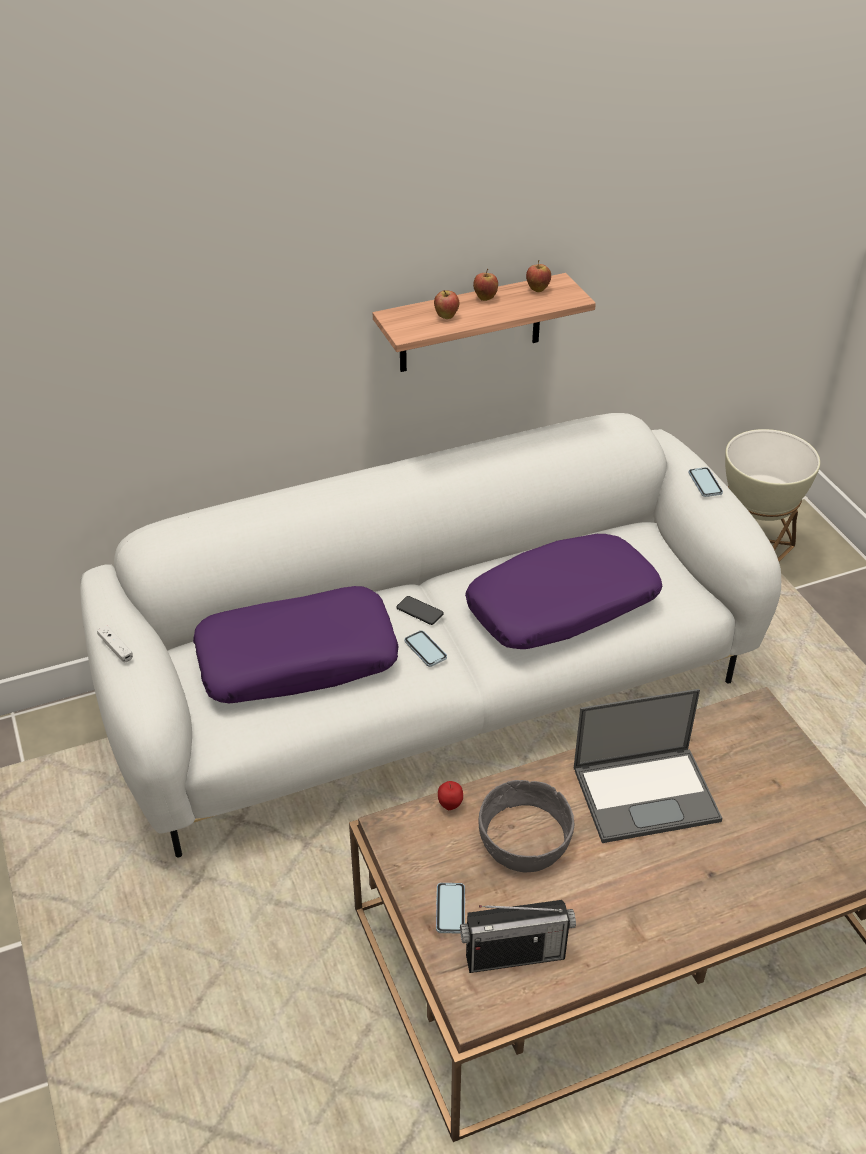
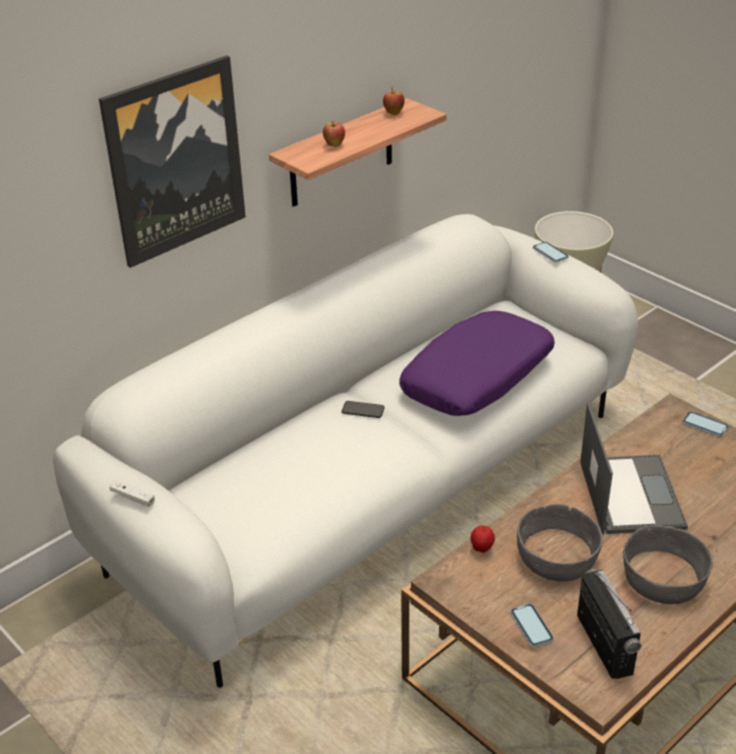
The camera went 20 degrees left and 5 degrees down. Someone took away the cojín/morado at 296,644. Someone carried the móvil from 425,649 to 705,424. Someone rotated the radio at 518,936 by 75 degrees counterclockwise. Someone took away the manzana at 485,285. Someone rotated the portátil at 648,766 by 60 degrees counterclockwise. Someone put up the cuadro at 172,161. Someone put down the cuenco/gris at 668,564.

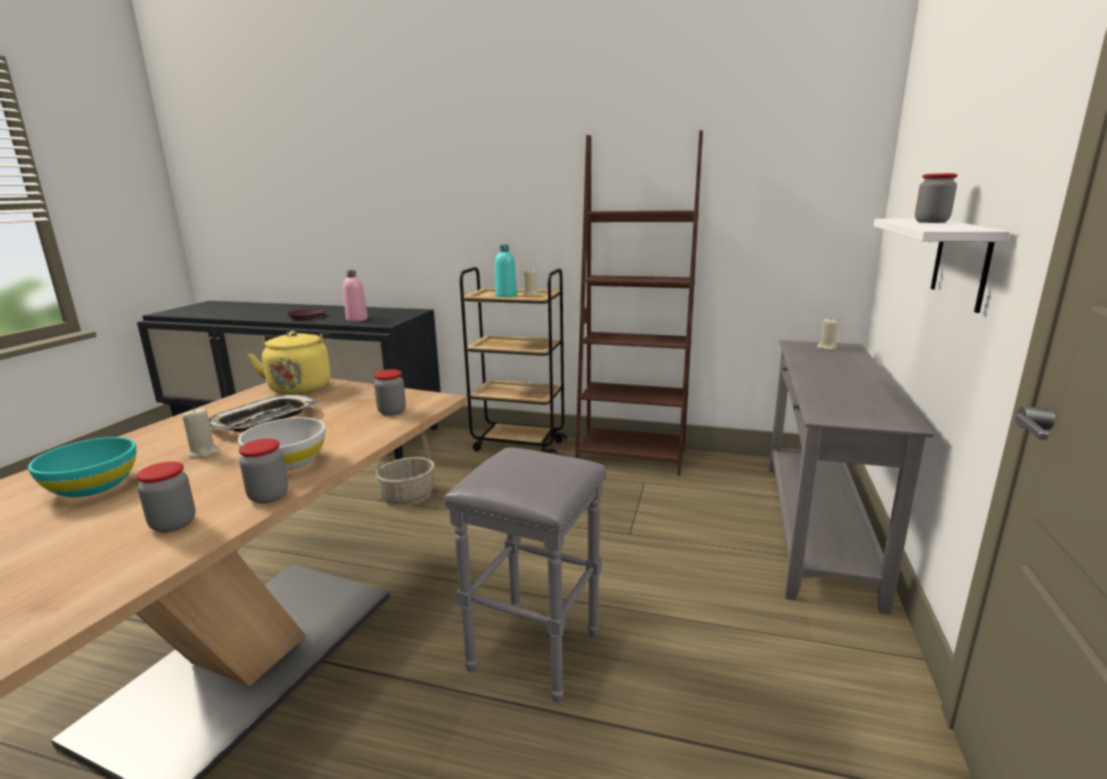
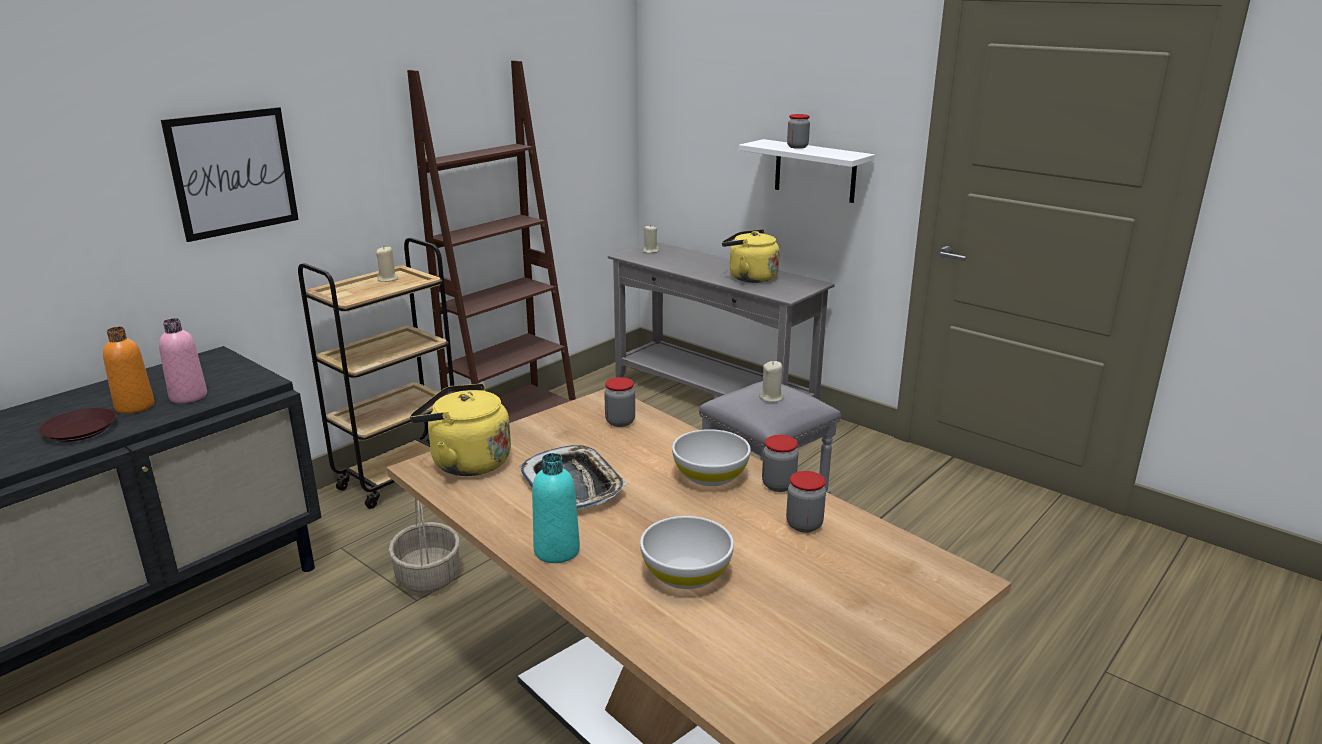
The camera went 65 degrees left and 5 degrees up. Someone repainted the cuenco/turquesa at 82,467, which became the cuenco/blanco at 687,552. Someone carried the vela/beis from 200,432 to 771,381. Someone carried the botella/turquesa from 506,271 to 556,508. Someone put down the botella/naranja at 128,370. Someone put up the cuadro at 230,174. Someone put down the hervidor/amarillo at 751,256.

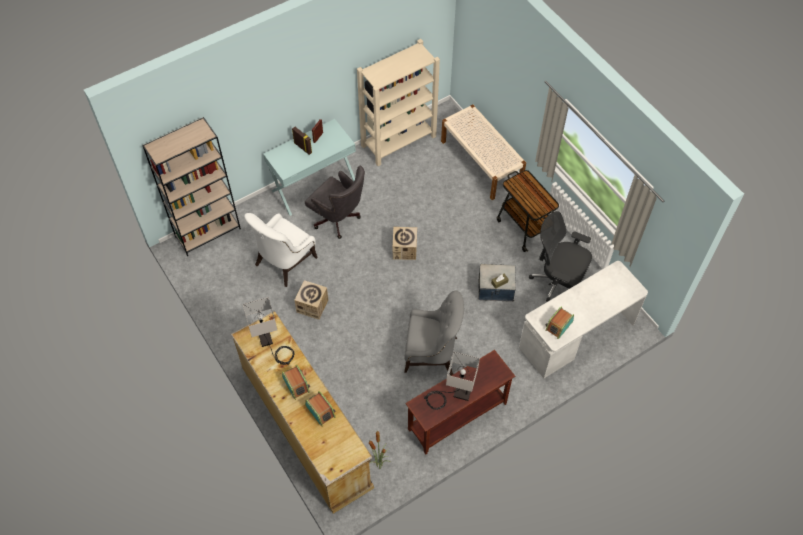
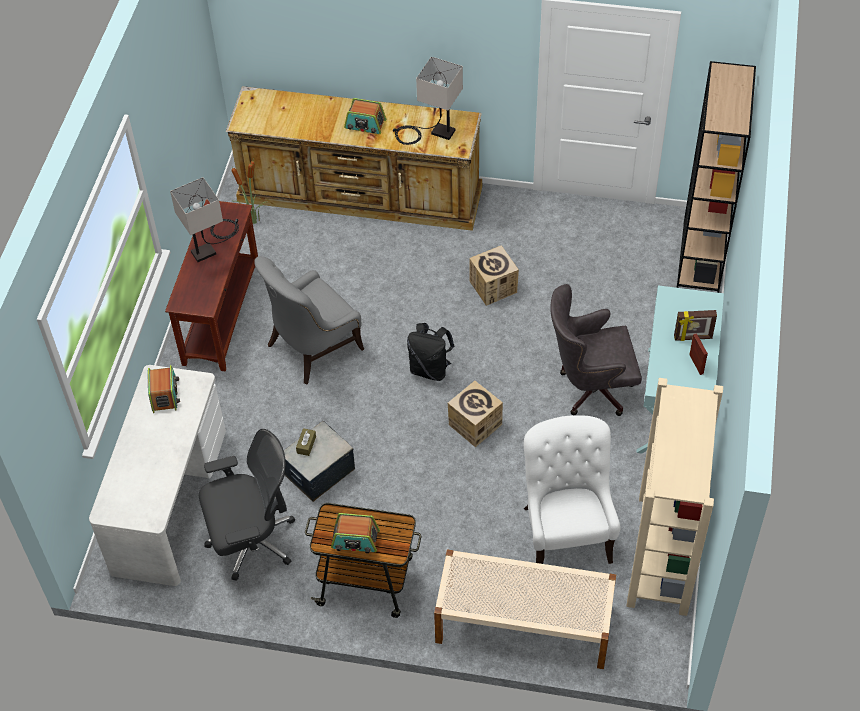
The camera went 135 degrees right and 5 degrees down. Someone carried the silla/blanco from 281,250 to 572,489. Someone carried the radio from 320,409 to 355,533. Someone put down the mochila/negro at 430,352.

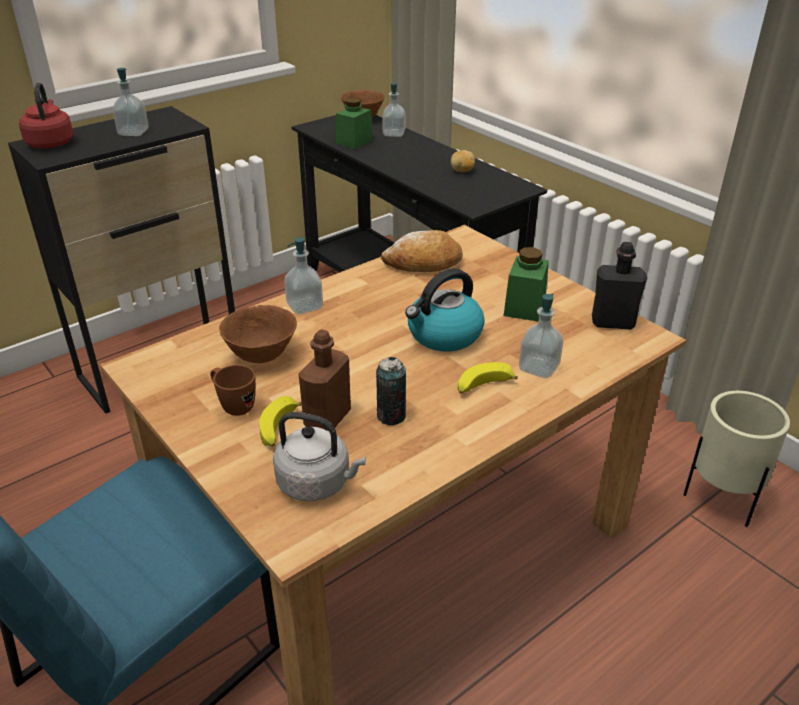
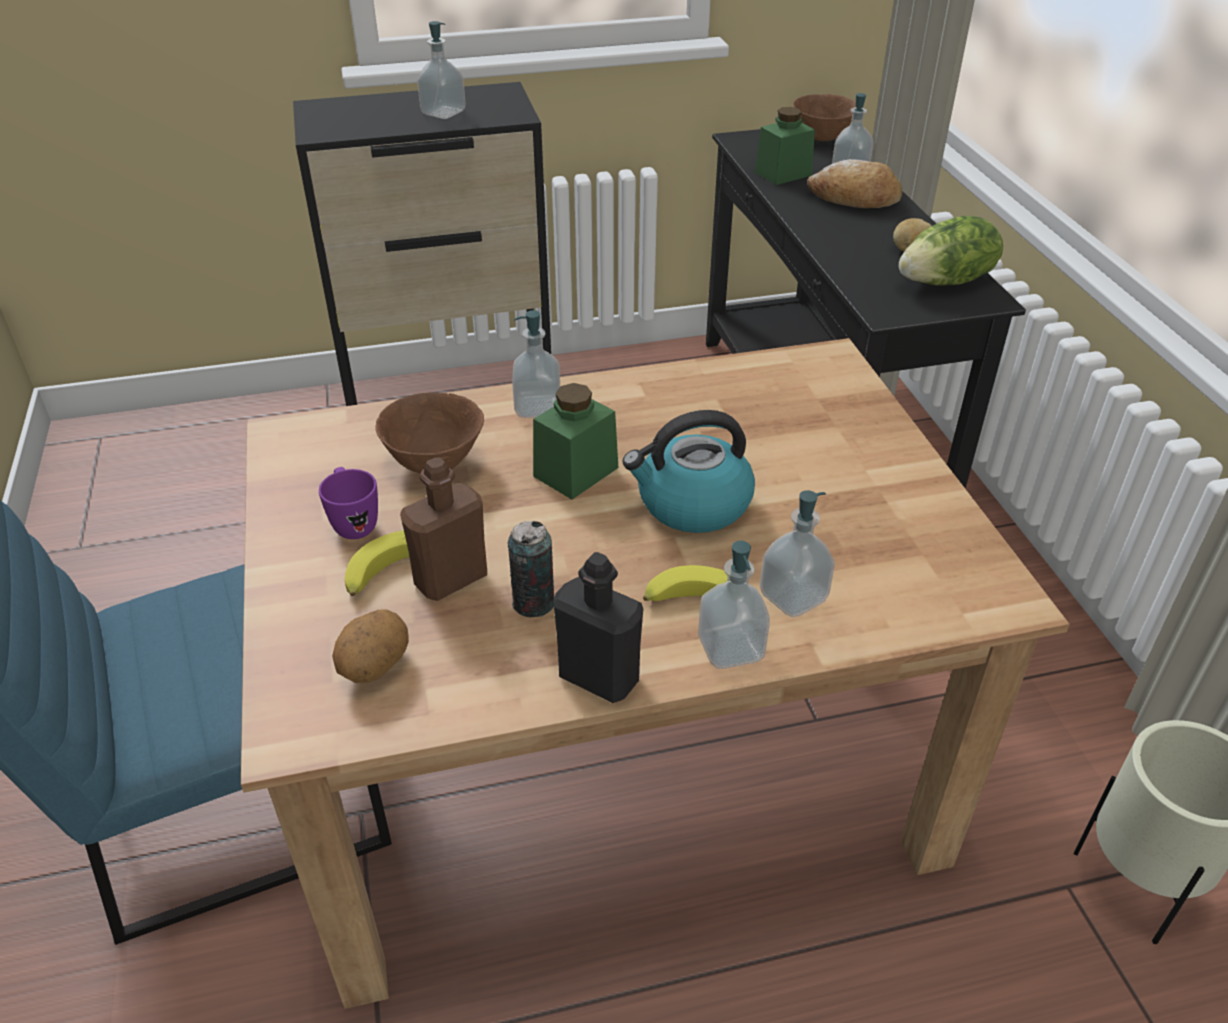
The camera went 25 degrees right and 5 degrees up. Someone took away the hervidor/rojo at 46,115. Someone repainted the taza grande/marrón at 233,390, which became the taza grande/morado at 348,503. Someone swapped the hervidor/gris at 319,456 for the patata at 370,646. Someone carried the pan from 422,251 to 854,183. Someone carried the tarro/verde from 526,284 to 575,441. Someone carried the botella/negro from 619,286 to 598,627. Someone put down the dispensador de jabón at 734,605. Someone put down the lechuga at 951,251.

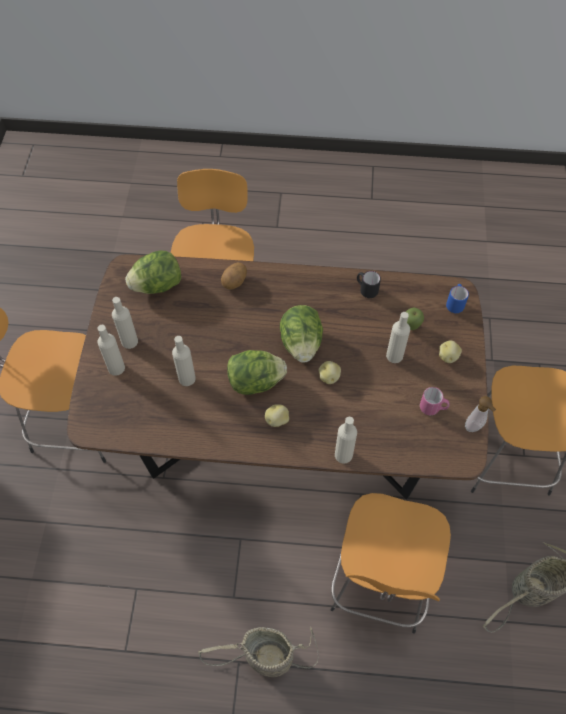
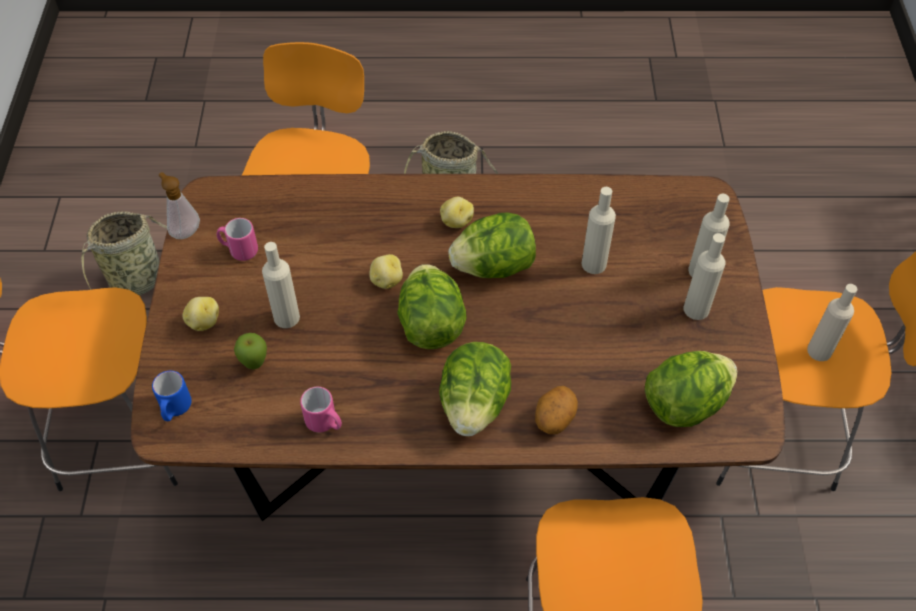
The camera went 175 degrees right and 5 degrees down. Someone carried the botella/beis from 346,440 to 832,322. Someone repainted the taza grande/negro at 369,284, which became the taza grande/rosa at 321,410. Someone put down the lechuga at 475,389.

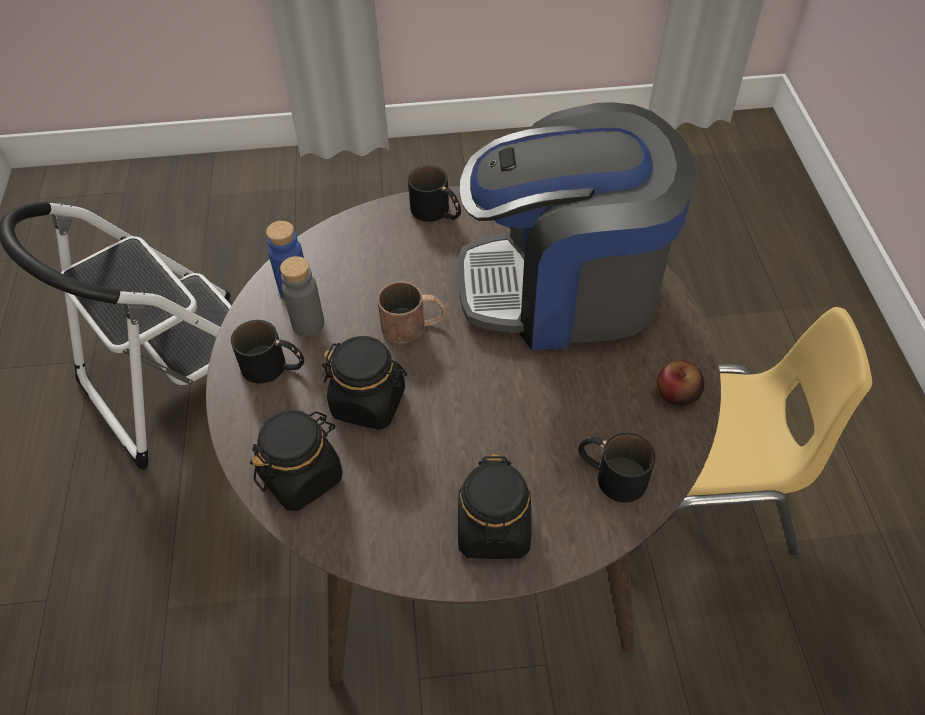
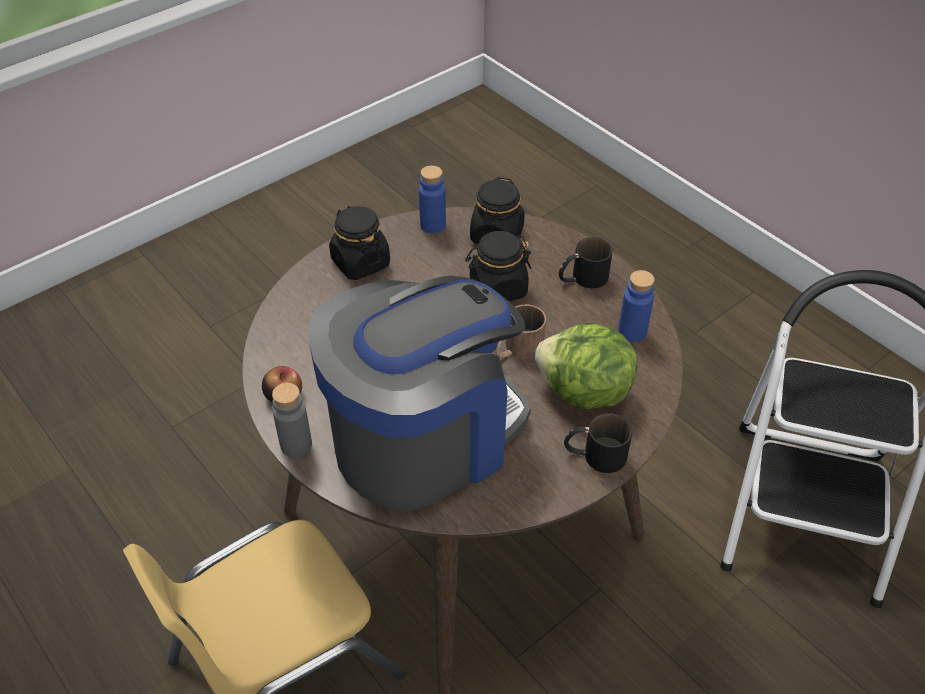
The camera went 145 degrees right and 5 degrees down. Someone carried the botella/gris from 302,296 to 292,420. Someone took away the taza grande/negro at 617,468. Someone put down the botella/azul at 432,199. Someone put down the lechuga at 586,366.

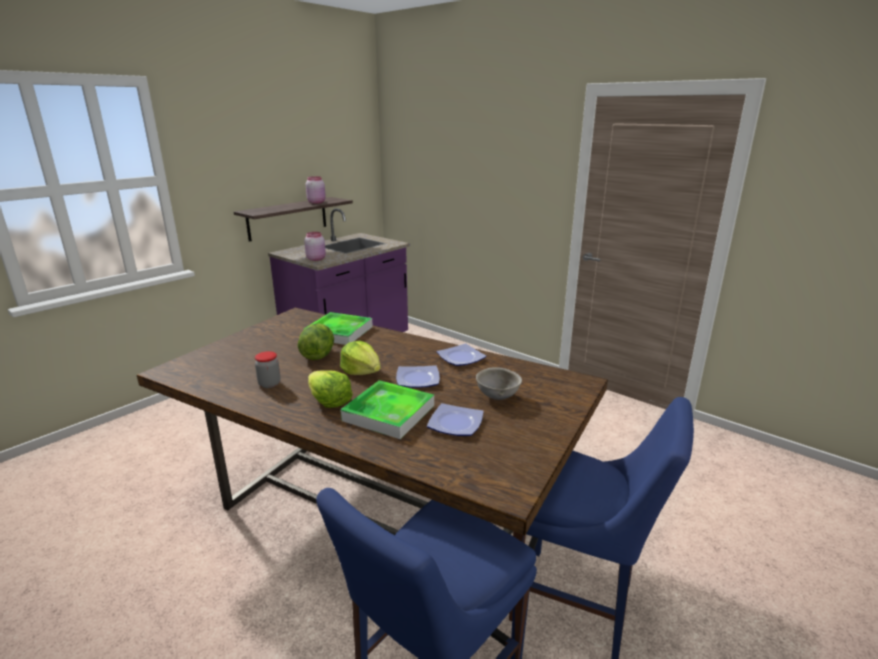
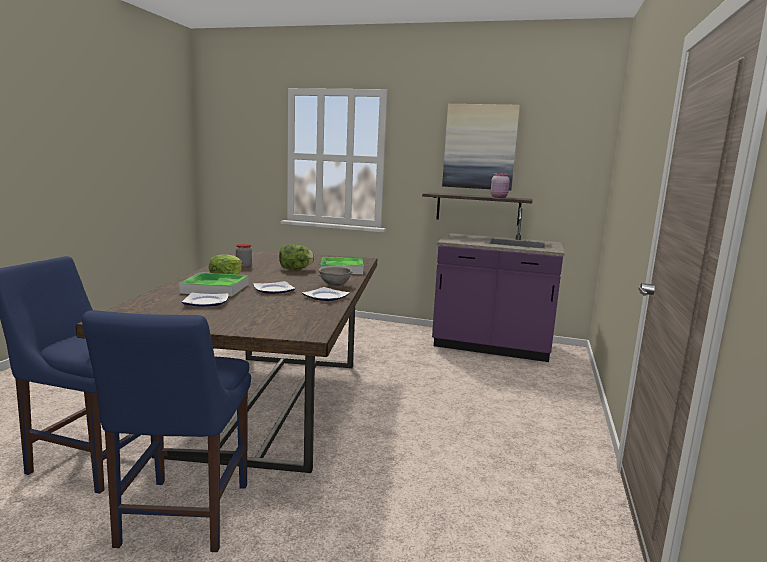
The camera went 65 degrees right and 10 degrees down. Someone took away the tarro/rosa at 315,246. Someone took away the lechuga at 360,357. Someone carried the cuenco/gris from 499,383 to 335,276. Someone put up the cuadro at 481,147.

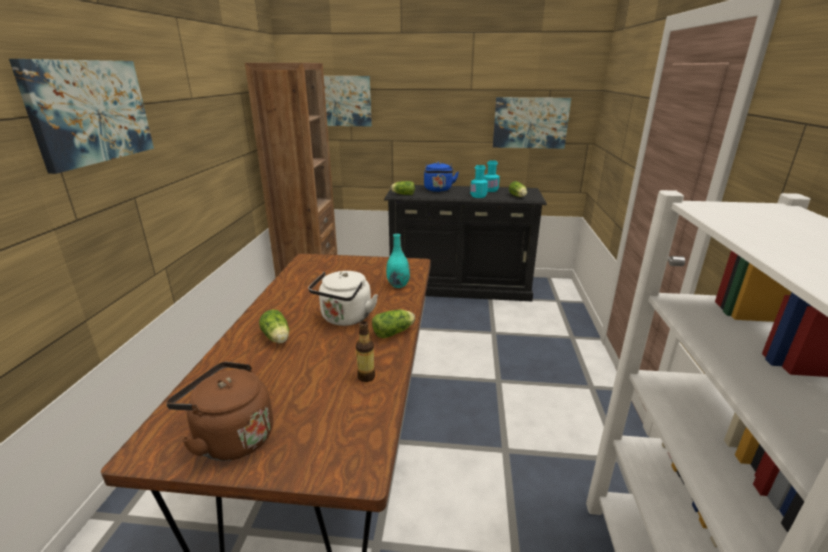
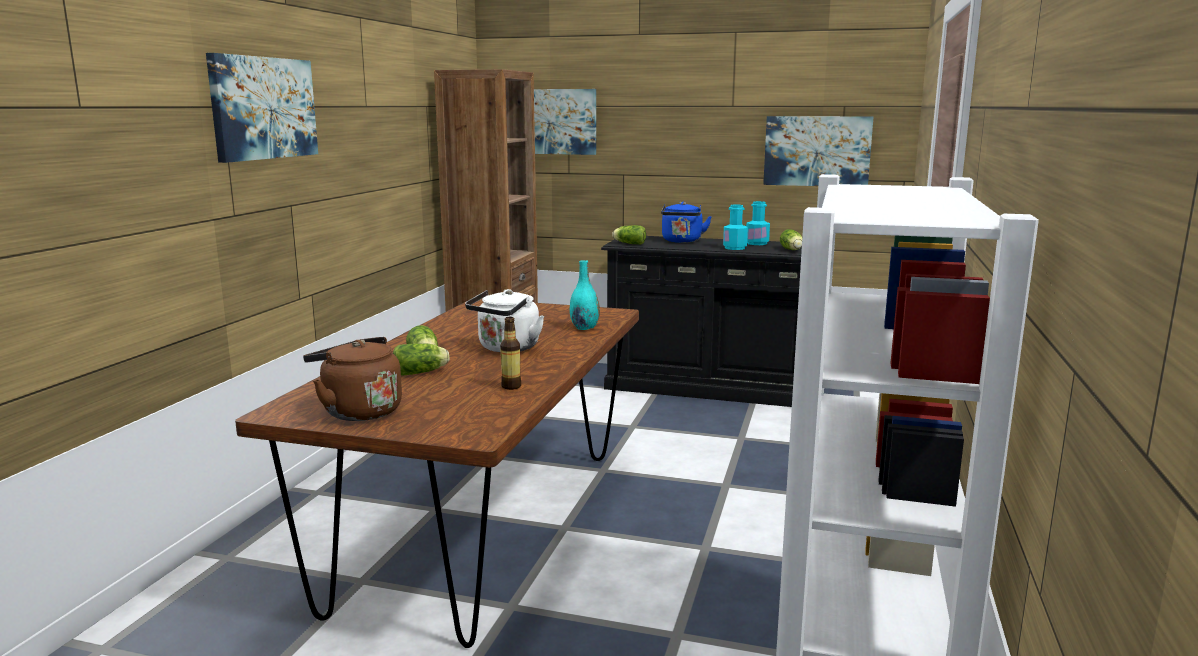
The camera went 10 degrees right and 10 degrees down. Someone carried the lechuga from 393,323 to 421,360.

